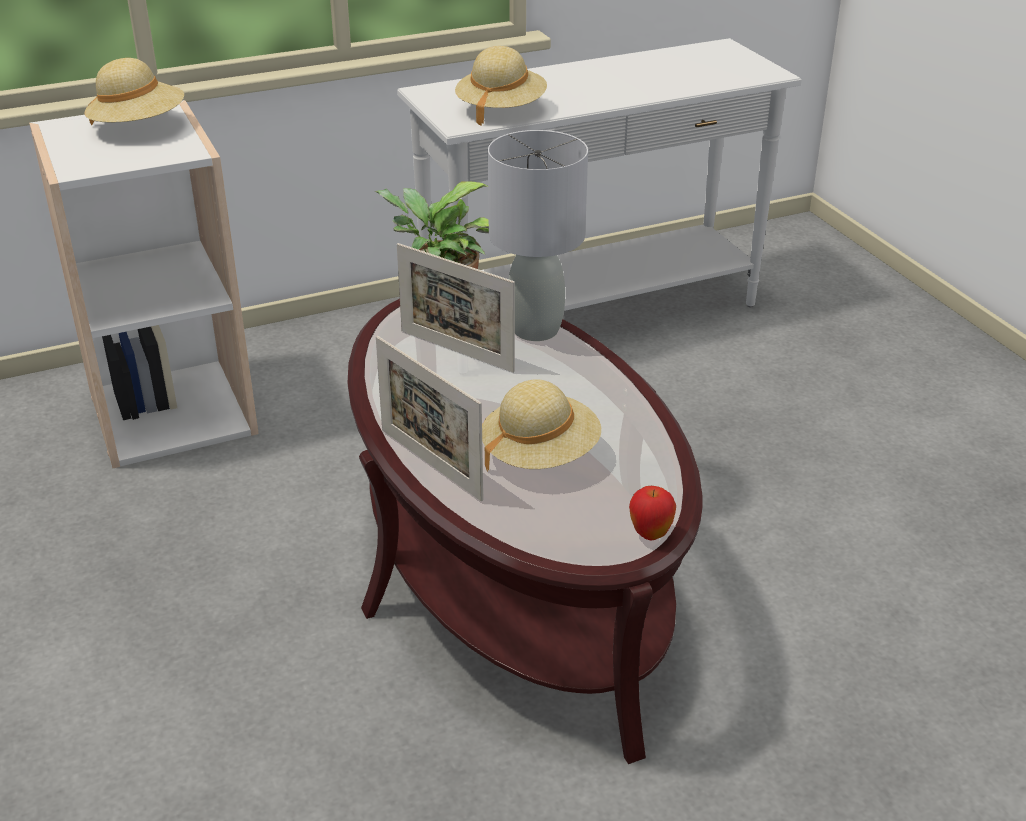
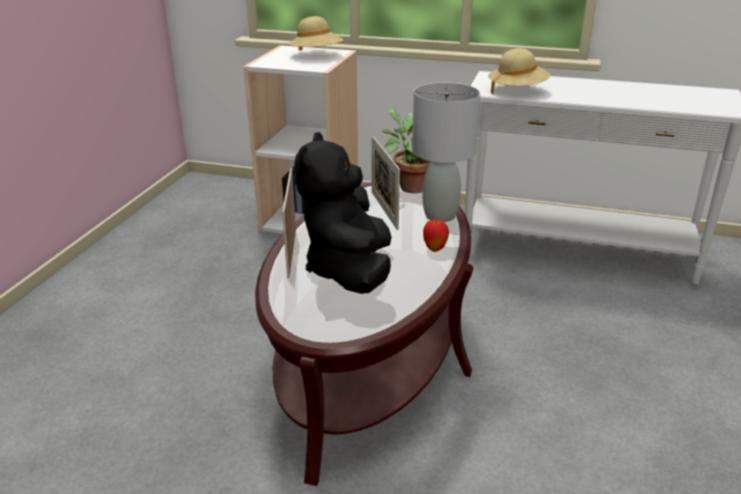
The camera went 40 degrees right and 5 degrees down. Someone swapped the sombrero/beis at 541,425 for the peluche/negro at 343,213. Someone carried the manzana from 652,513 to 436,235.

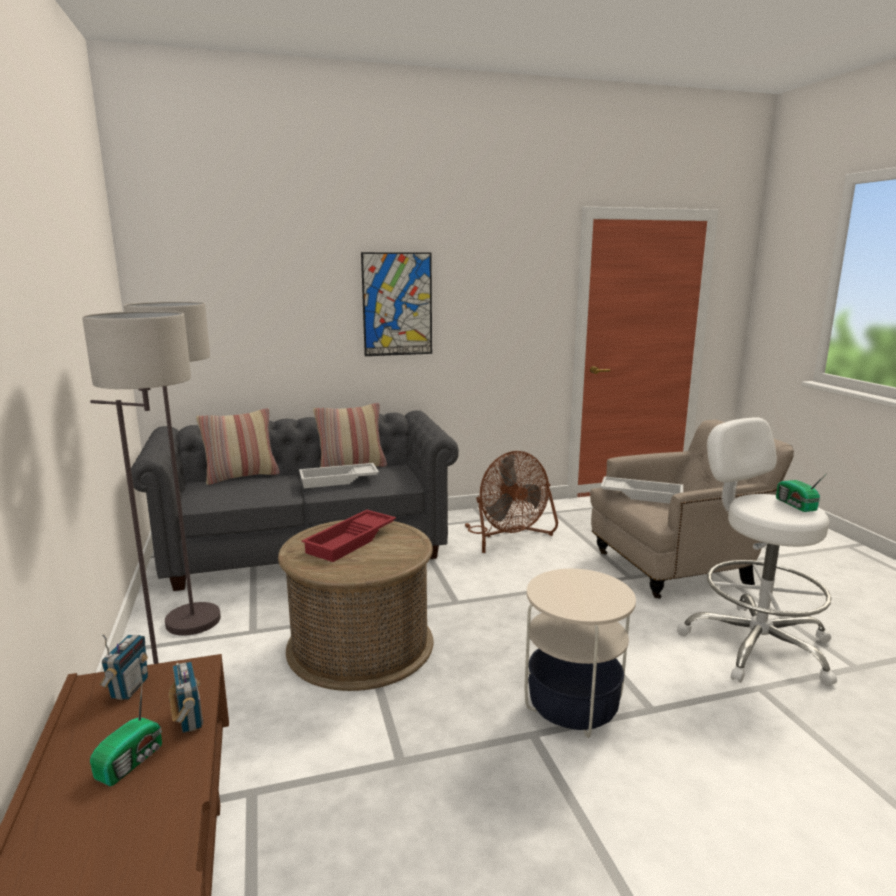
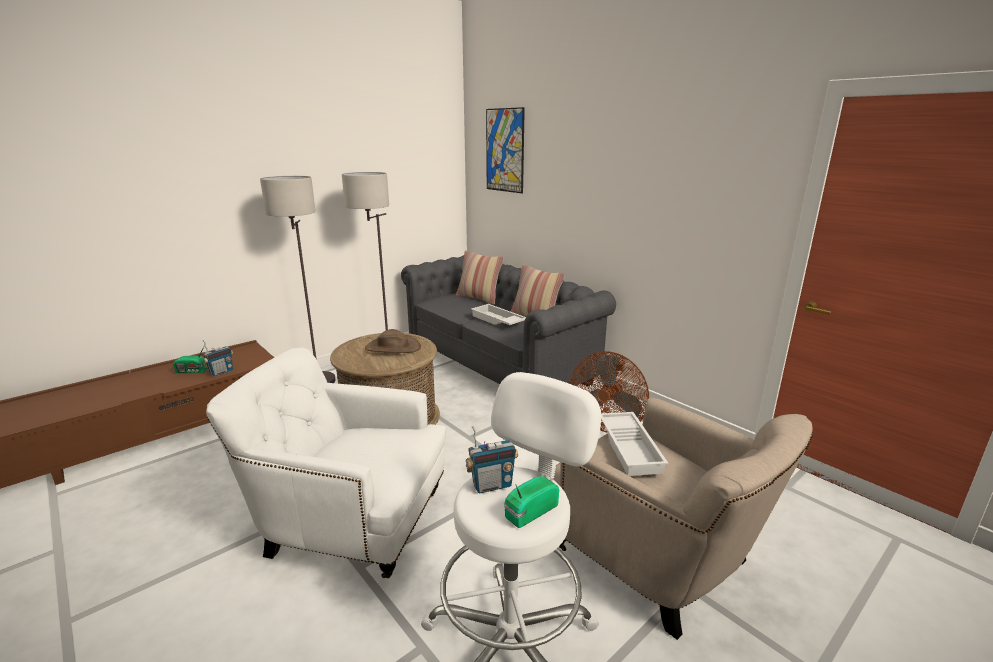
The camera went 65 degrees right and 5 degrees up. Someone carried the radio from 123,666 to 492,459. Someone swapped the bandeja/rojo at 349,536 for the sombrero/marrón at 393,341. Someone carried the cuadro from 396,304 to 505,150. Someone swapped the mesa auxiliar/beis at 580,653 for the sillón/blanco at 326,463.

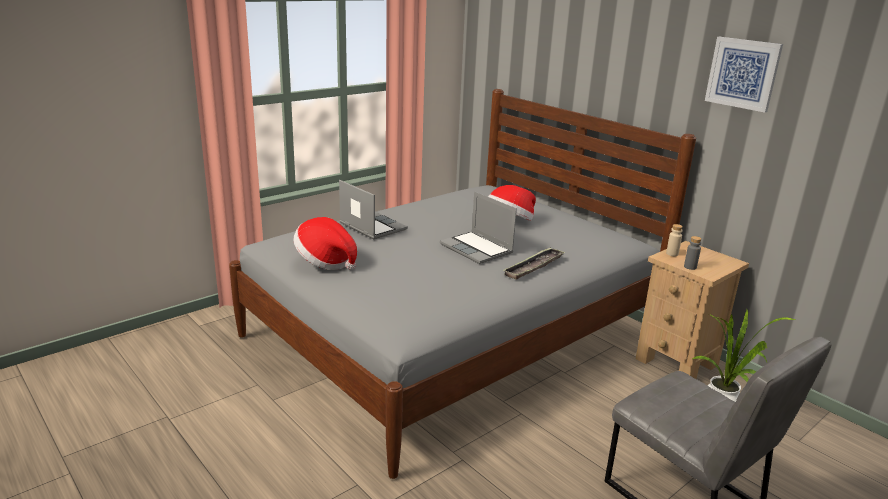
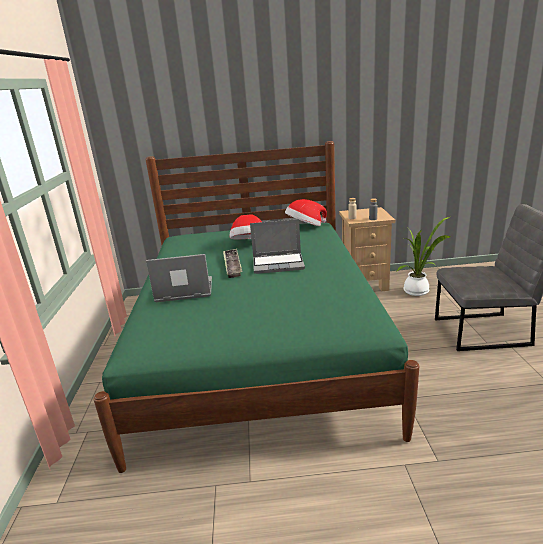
The camera went 50 degrees left and 0 degrees up. Someone repainted the cama/gris at 462,284, which became the cama/verde at 256,307. Someone carried the sombrero from 325,243 to 306,212. Someone carried the bandeja from 534,263 to 233,263. Someone took away the cuadro at 744,75.

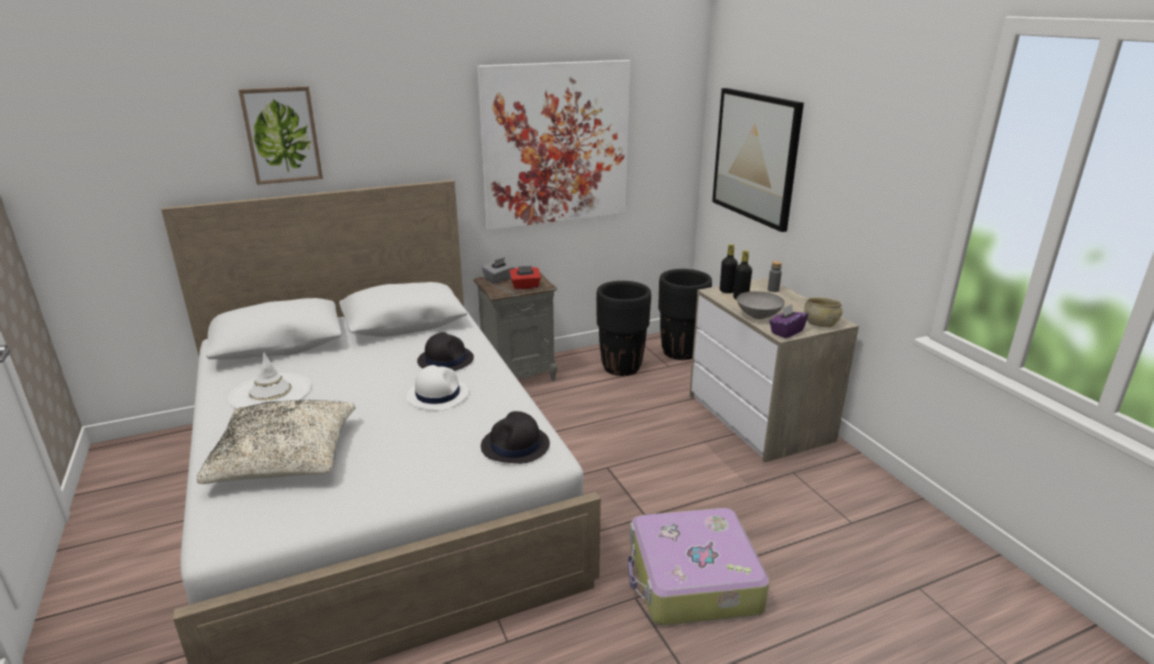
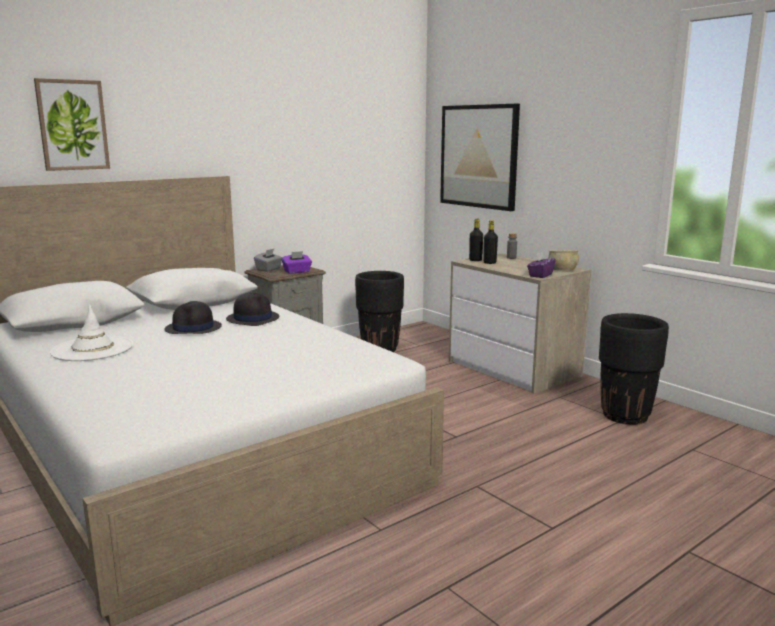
The camera went 15 degrees left and 10 degrees down. Someone took away the cojín/beis at 276,442. Someone took away the sombrero/blanco at 438,387. Someone took away the cuadro at 554,145. Someone carried the sombrero/negro from 515,437 to 193,317. Someone repainted the caja de pañuelos/rojo at 525,277, which became the caja de pañuelos/morado at 296,262. Someone took away the maleta at 698,566. Someone carried the maceta/negro from 685,314 to 634,369. Someone took away the cuenco/gris at 761,305.

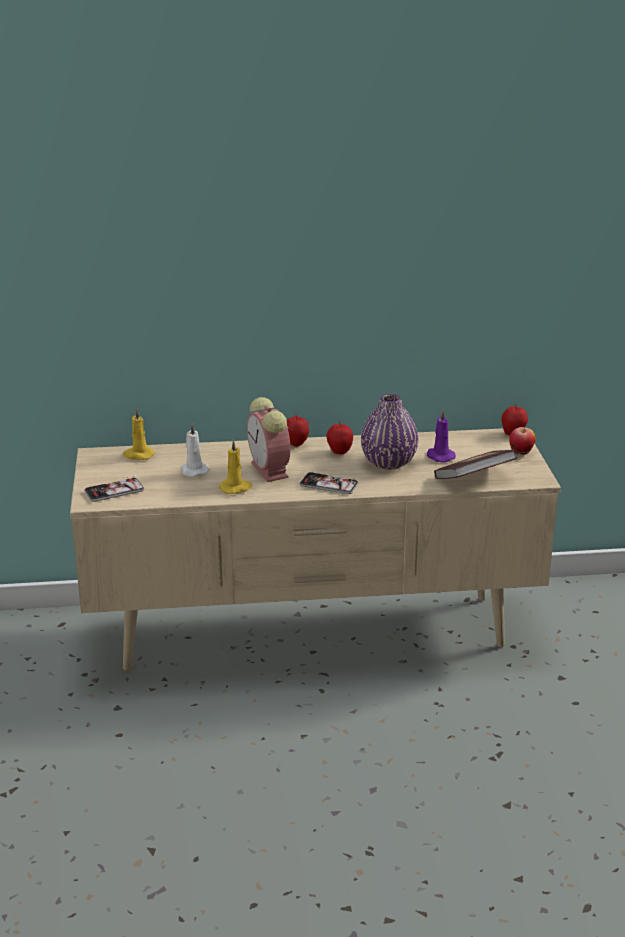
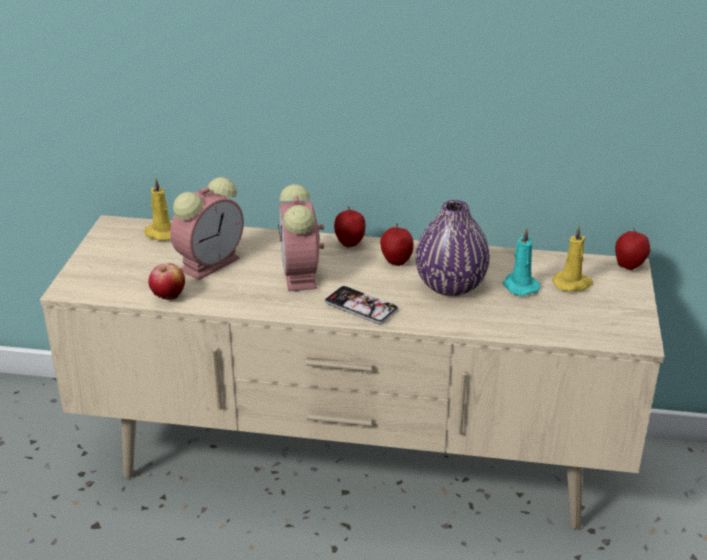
The camera went 15 degrees right and 5 degrees up. Someone took away the móvil at 114,489. Someone swapped the vela/blanco at 195,450 for the despertador at 207,228. Someone carried the vela/amarillo from 235,466 to 572,258. Someone repainted the vela/morado at 441,436, which became the vela/turquesa at 521,262. Someone took away the libro at 475,464. Someone carried the manzana from 522,441 to 166,281.

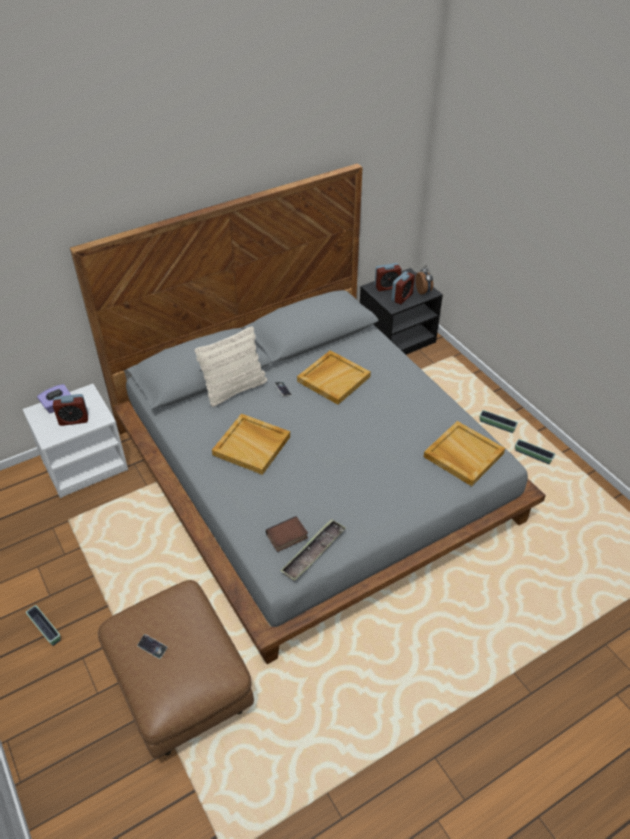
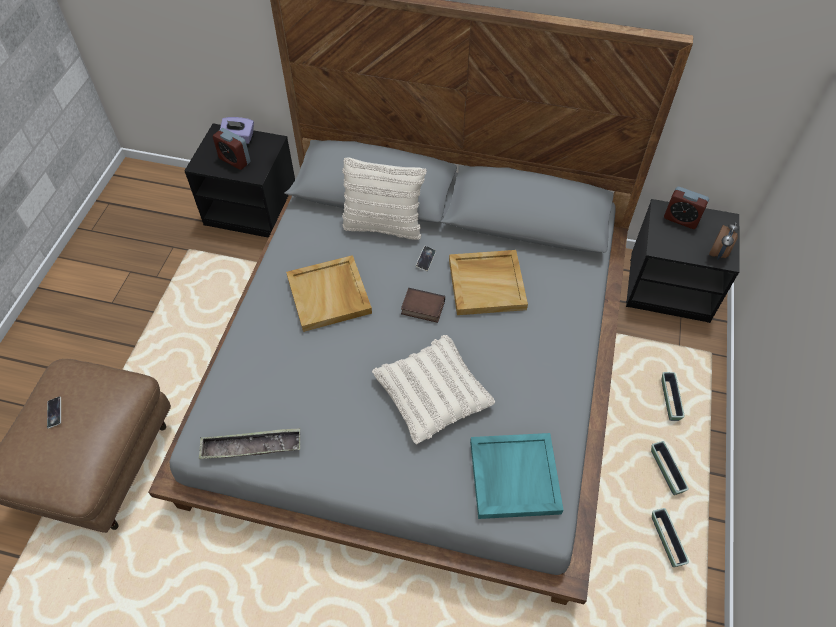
The camera went 45 degrees right and 10 degrees up. Someone repainted the mesita de noche/blanco at 75,441, which became the mesita de noche/negro at 240,180. Someone carried the maceta from 43,625 to 673,396. Someone carried the libro from 287,534 to 423,305. Someone took away the despertador at 403,287. Someone repainted the bandeja/beis at 464,453, which became the bandeja/turquesa at 516,476. Someone put down the cojín/beis at 433,390.

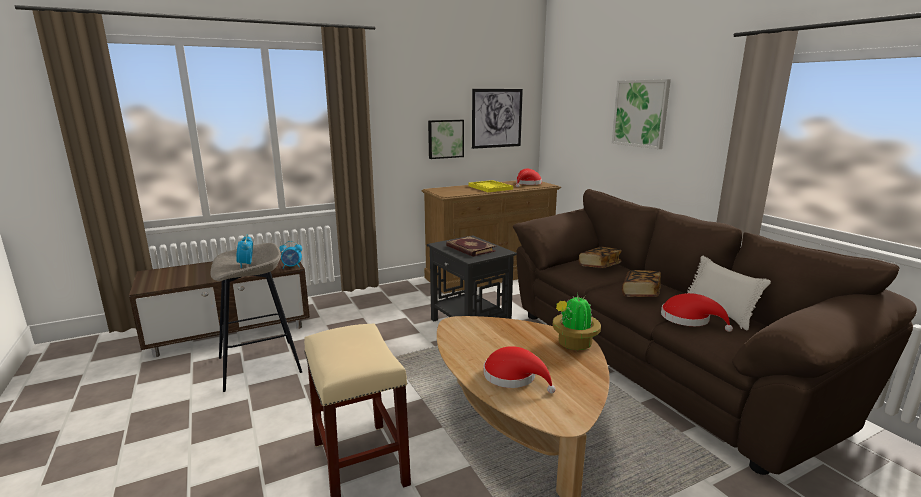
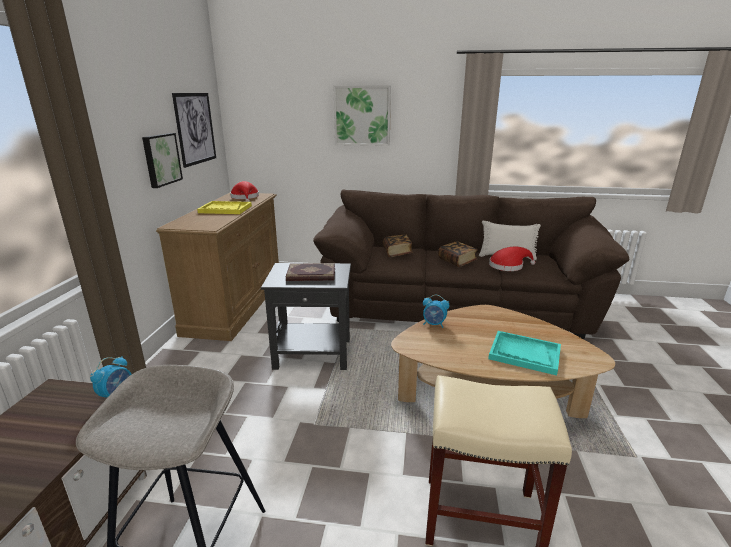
The camera went 55 degrees left and 5 degrees up. Someone carried the despertador from 244,251 to 436,311. Someone swapped the sombrero/rojo at 520,369 for the bandeja/turquesa at 524,353. Someone took away the planta en maceta at 577,322.

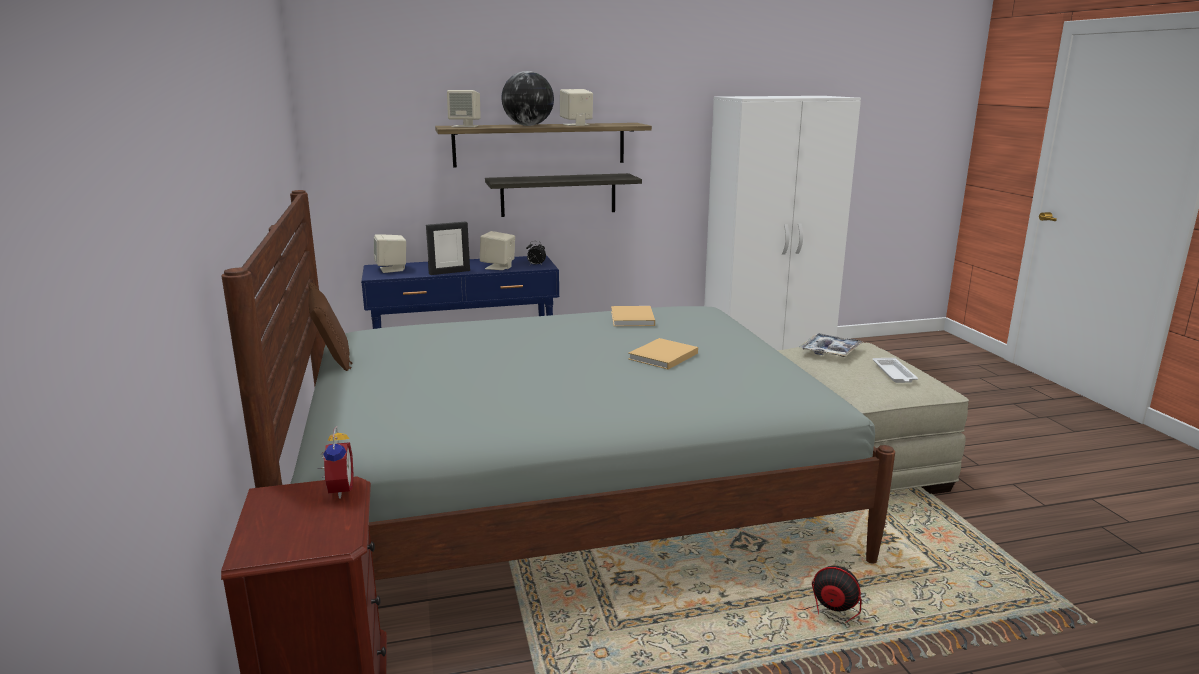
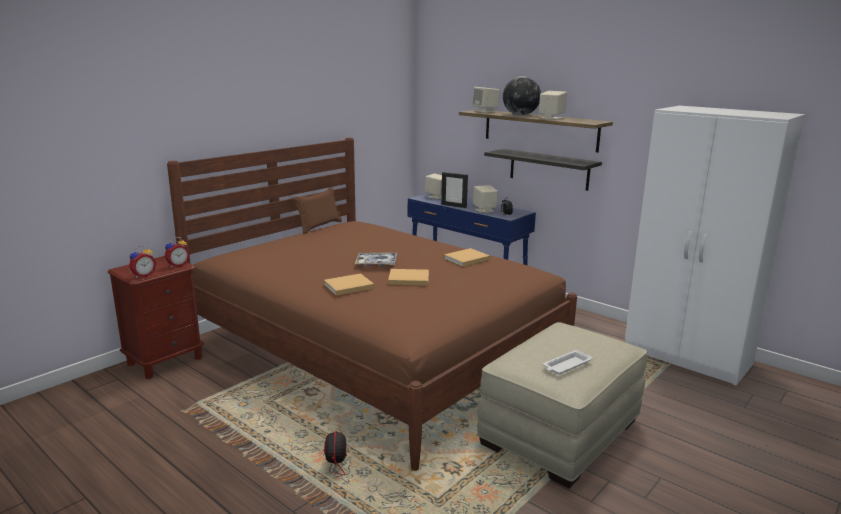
The camera went 55 degrees right and 0 degrees up. Someone repainted the cama/gris at 558,385, which became the cama/marrón at 372,304. Someone carried the bandeja from 831,345 to 376,260. Someone put down the despertador at 142,262. Someone put down the libro/beis at 349,284.

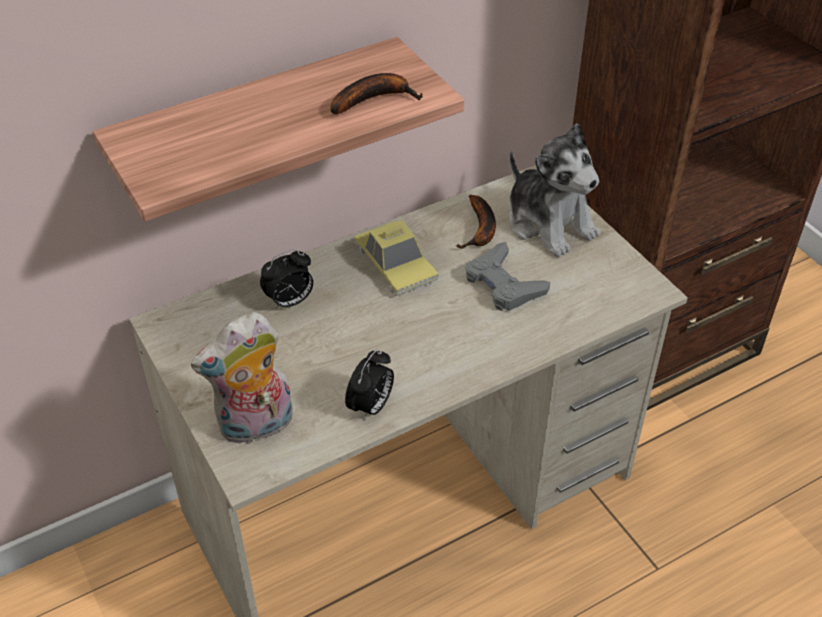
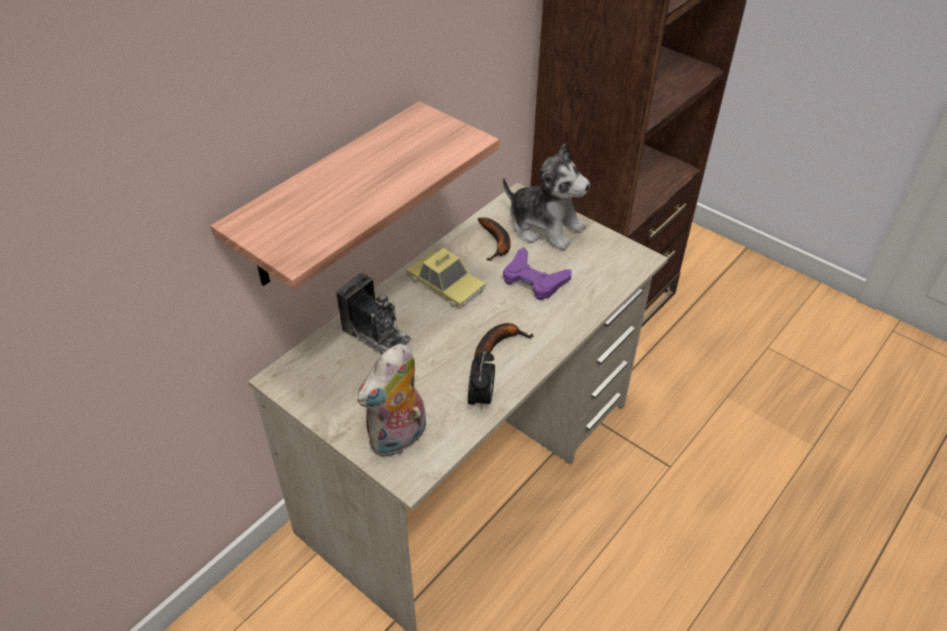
The camera went 20 degrees left and 0 degrees up. Someone swapped the despertador at 286,279 for the cámara at 374,313. Someone carried the plátano from 376,93 to 504,342. Someone repainted the mando de consola/gris at 508,276, which became the mando de consola/morado at 537,273.

